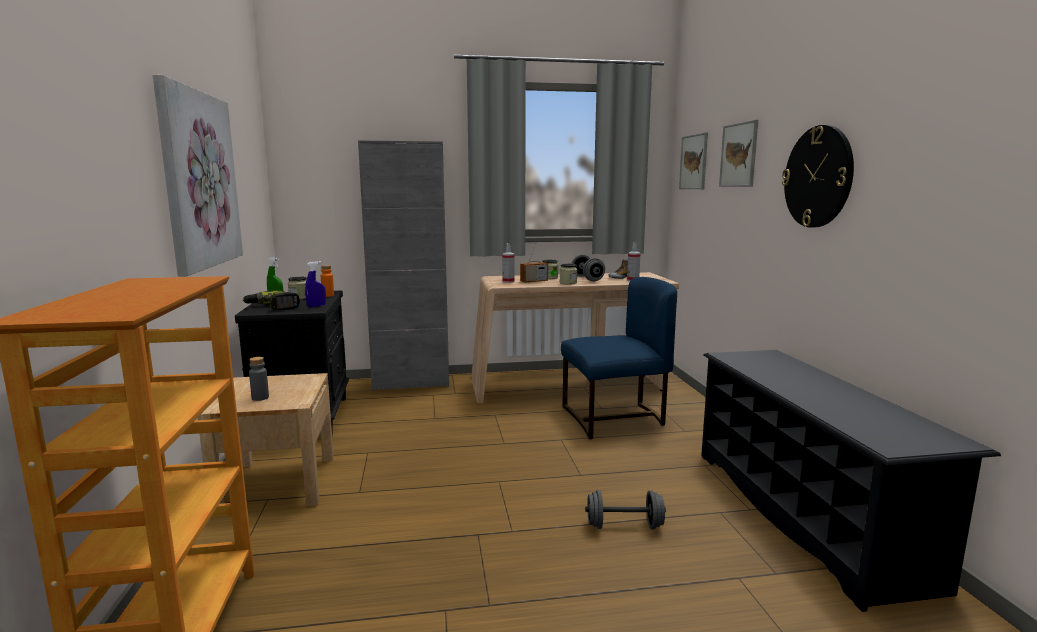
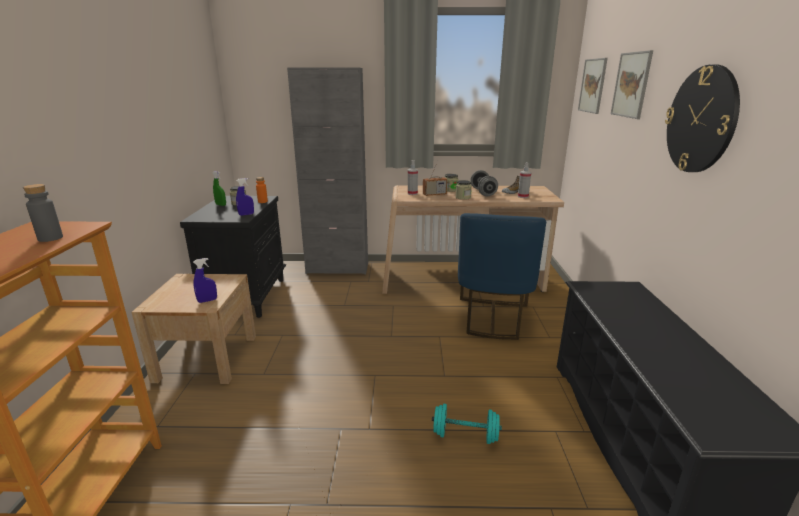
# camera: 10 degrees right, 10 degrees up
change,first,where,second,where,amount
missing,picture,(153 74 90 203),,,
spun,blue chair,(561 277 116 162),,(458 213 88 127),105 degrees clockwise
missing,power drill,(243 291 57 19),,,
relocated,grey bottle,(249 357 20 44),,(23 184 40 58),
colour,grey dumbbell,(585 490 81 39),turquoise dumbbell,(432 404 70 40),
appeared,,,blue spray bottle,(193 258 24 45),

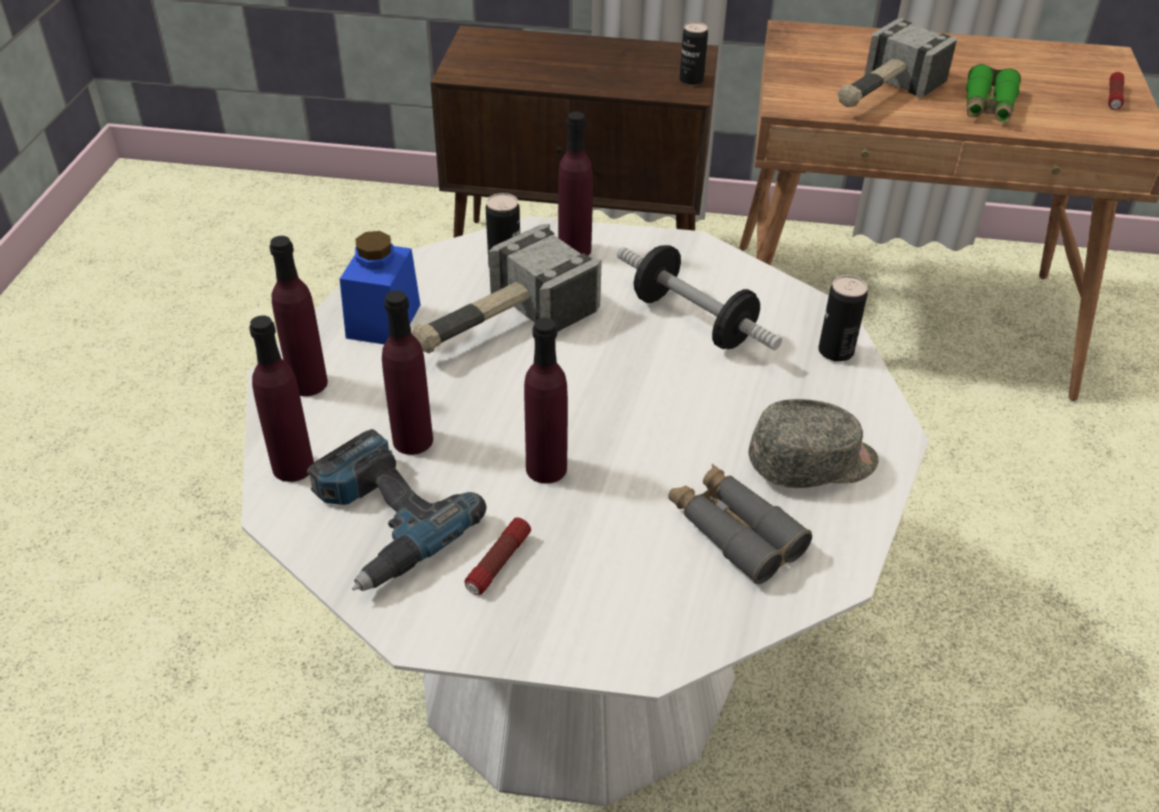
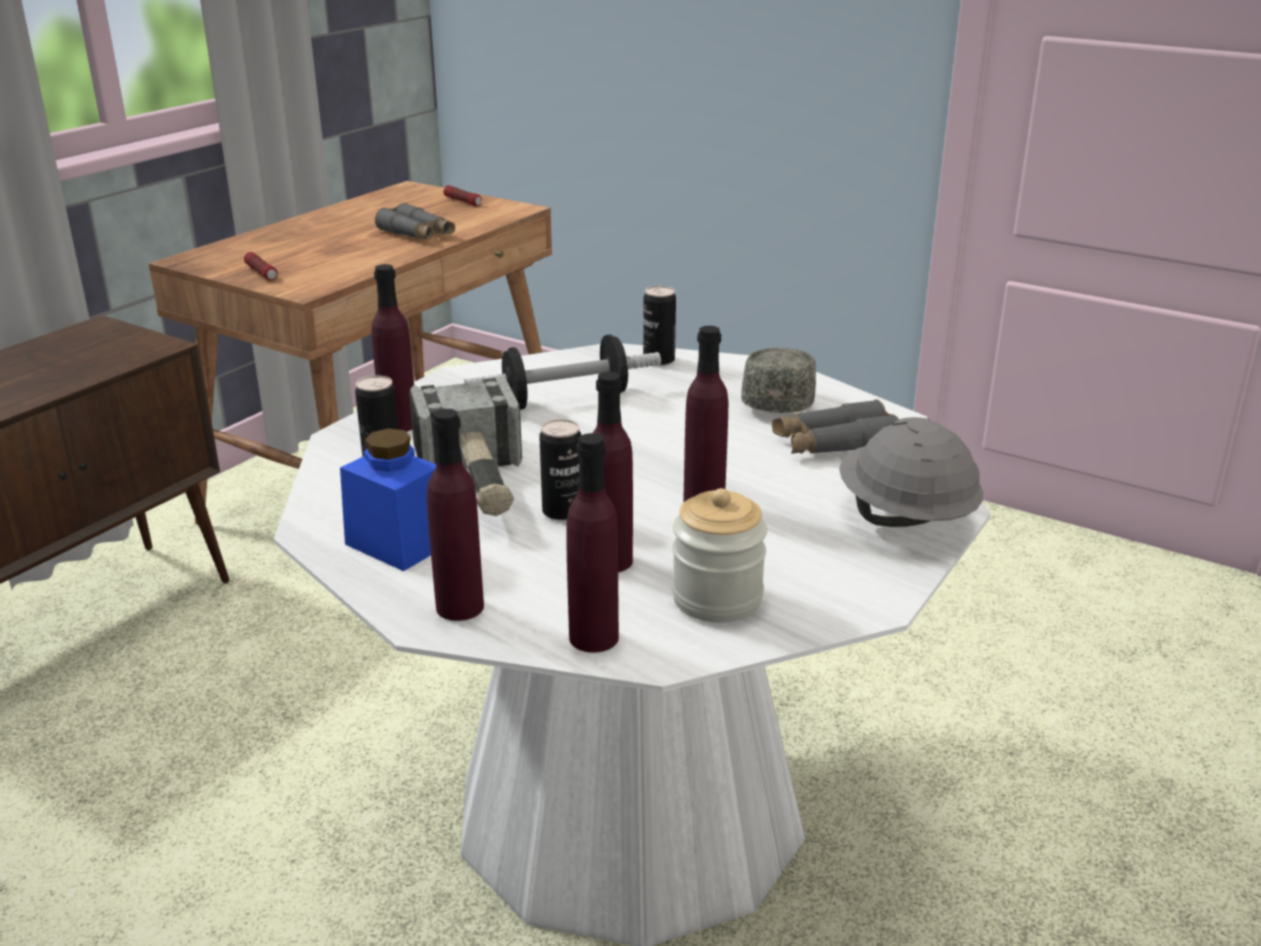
# camera: 65 degrees left, 15 degrees down
change,first,where,second,where,amount
missing,hammer,(837 18 120 89),,,
relocated,can,(680 22 28 64),,(539 419 42 102),
colour,green binoculars,(966 64 55 59),grey binoculars,(375 203 80 37),
exchanged,power drill,(307 429 180 162),jar,(672 488 95 134),
relocated,flashlight,(465 517 66 78),,(244 252 34 28),
appeared,,,grey hard hat,(839 417 144 110),

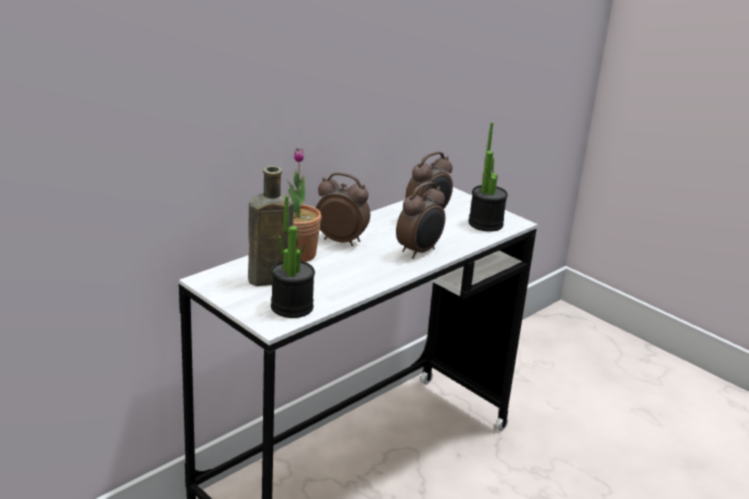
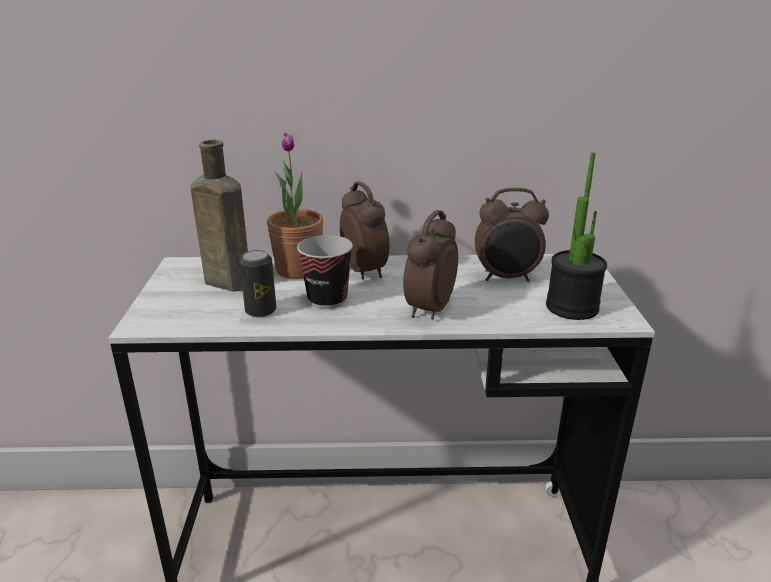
# camera: 45 degrees right, 0 degrees up
change,first,where,second,where,amount
spun,alarm clock,(396 182 49 77),,(403 210 55 110),120 degrees clockwise
missing,potted plant,(271 196 44 122),,,
appeared,,,cup,(297 235 56 74),
appeared,,,can,(239 250 37 67),

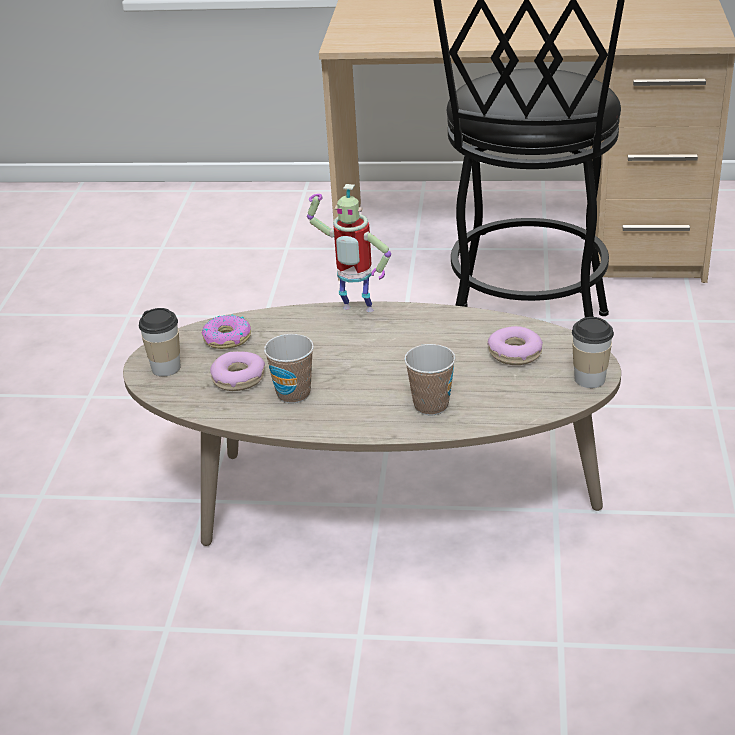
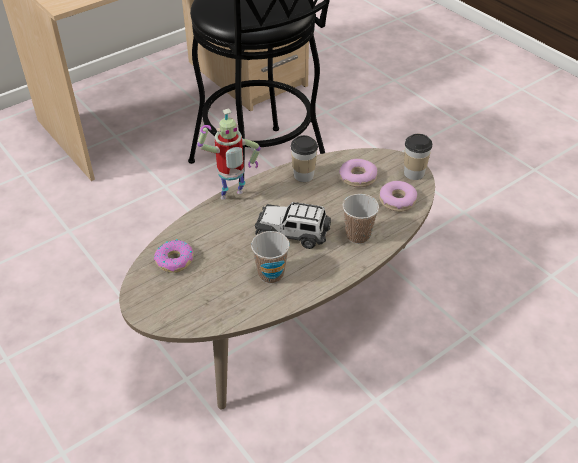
# camera: 45 degrees left, 10 degrees up
change,first,where,second,where,amount
relocated,cup,(139 308 42 68),,(291 135 27 47),
relocated,donut,(210 351 55 40),,(379 181 38 31),
appeared,,,toy car,(255 202 76 47),

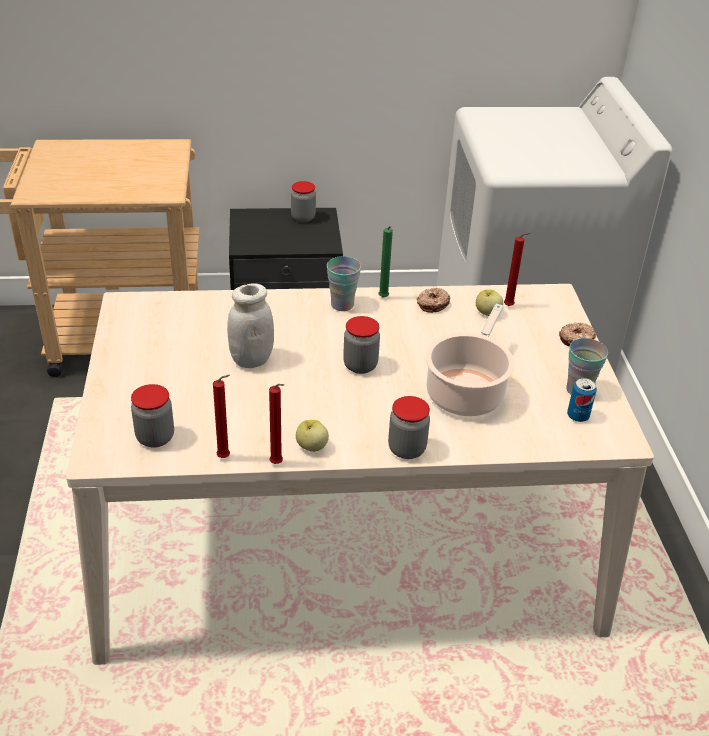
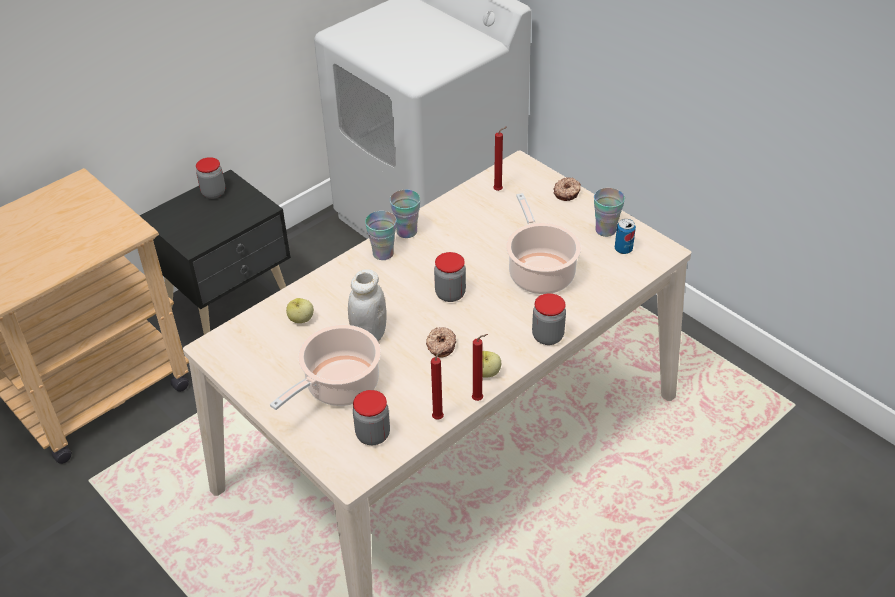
# camera: 35 degrees left, 5 degrees up
change,first,where,second,where,amount
exchanged,green candle,(378 226 15 72),cup,(390 190 30 48),
relocated,donut,(417 288 33 25),,(426 327 30 31),
relocated,apple,(476 290 27 26),,(286 298 28 25),
appeared,,,cooking pot,(270 325 111 85),

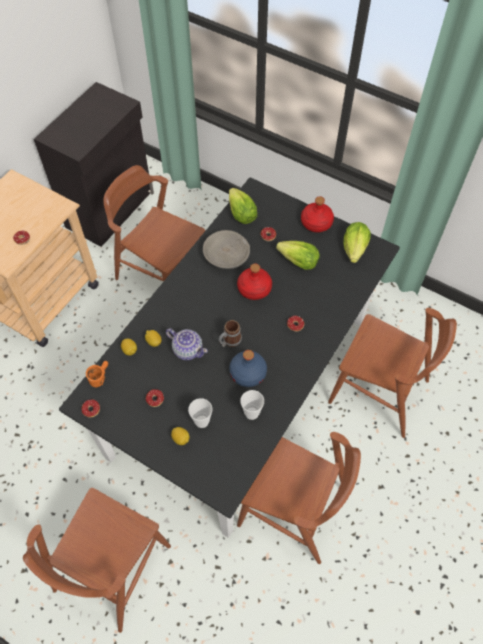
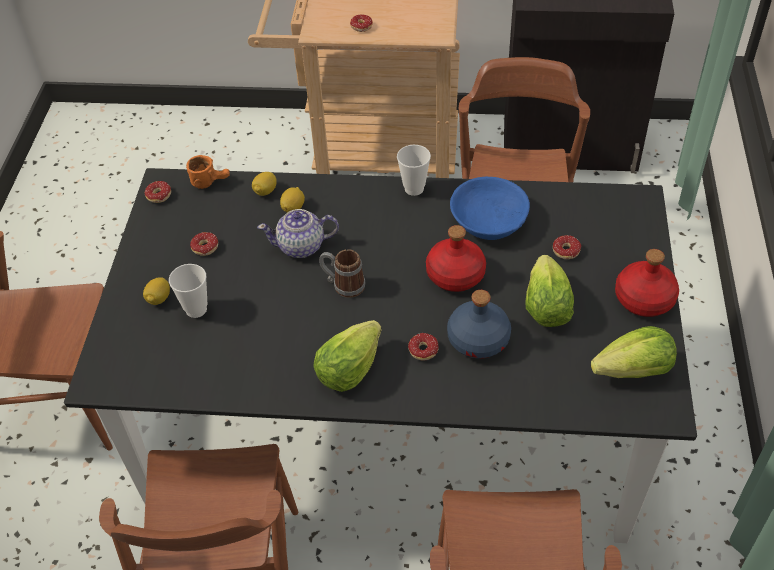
# camera: 65 degrees right, 10 degrees down
change,first,where,second,where,amount
relocated,lettuce,(229 188 28 36),,(313 320 69 72),
colour,grey bowl,(203 230 47 39),blue bowl,(450 177 80 63),
spun,teapot,(166 328 42 32),,(257 209 82 49),75 degrees clockwise
relocated,blue bottle,(229 350 38 37),,(447 290 64 69),
relocated,cup,(240 390 24 30),,(397 145 34 51),

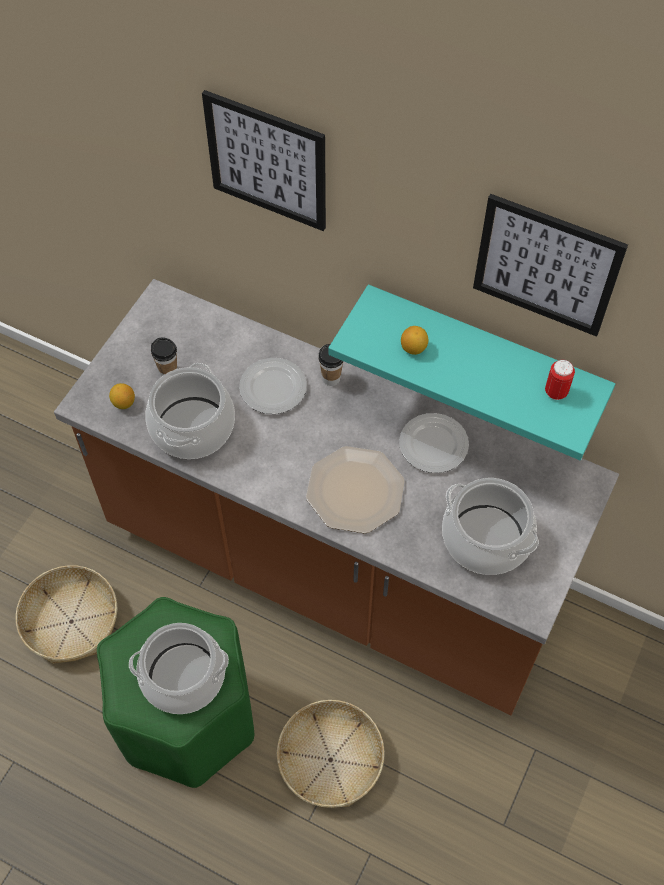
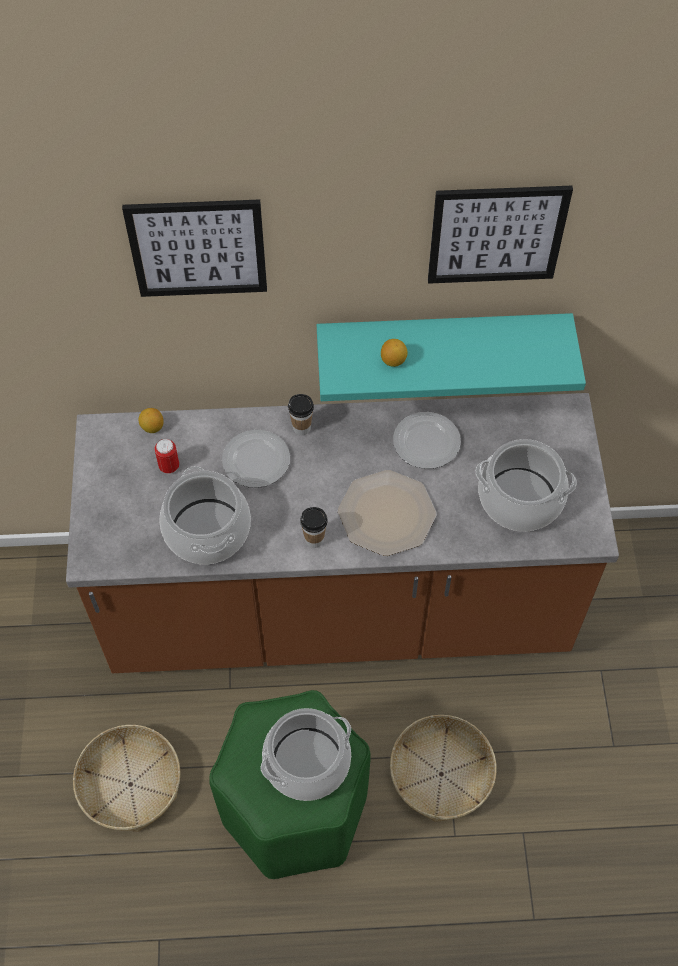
# camera: 30 degrees left, 0 degrees up
change,first,where,second,where,amount
relocated,cup,(151 338 26 39),,(300 507 27 41),
relocated,can,(545 359 30 41),,(155 439 24 35),
relocated,lemon,(109 383 26 26),,(139 408 24 25),

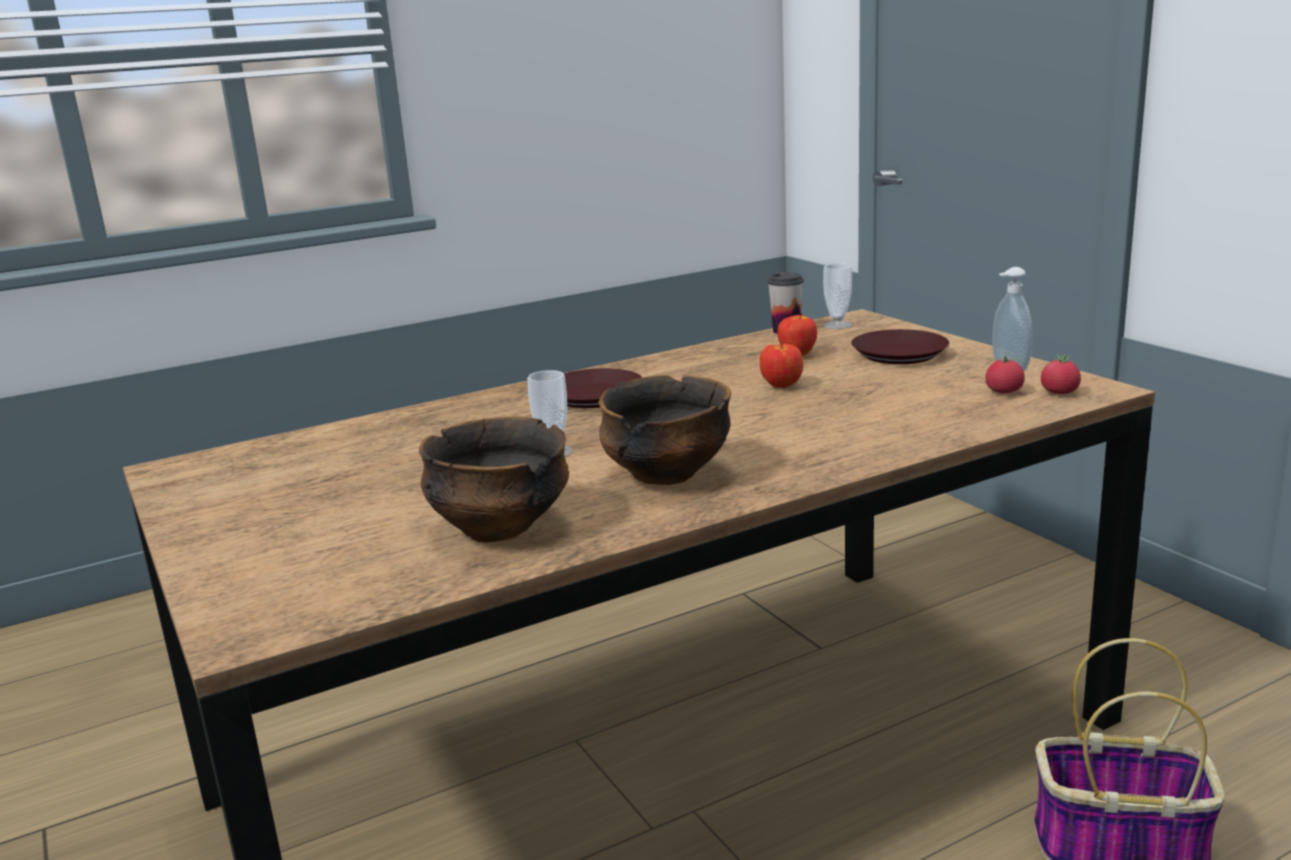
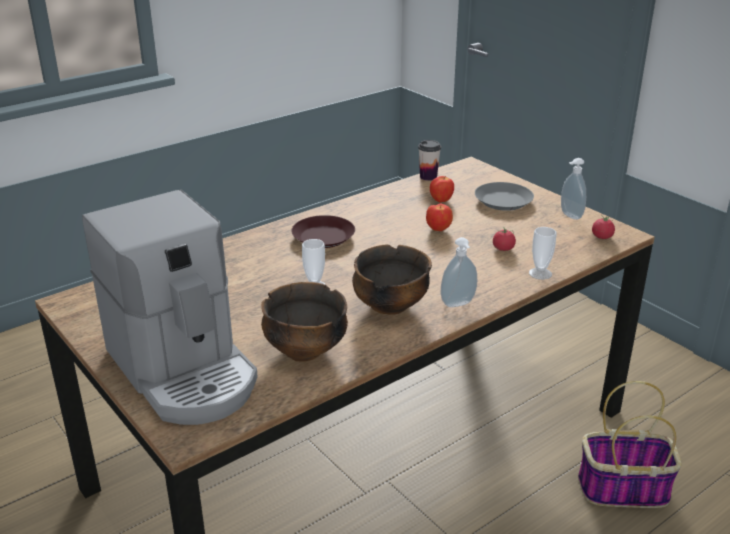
# camera: 10 degrees left, 10 degrees up
change,first,where,second,where,amount
relocated,cup,(823 263 29 66),,(529 227 27 53),
colour,brown plate,(851 329 98 35),grey plate,(475 182 59 29),
relocated,tomato,(985 354 40 39),,(493 227 23 24),
appeared,,,coffee machine,(82 189 176 236),
appeared,,,soap dispenser,(441 237 36 70),

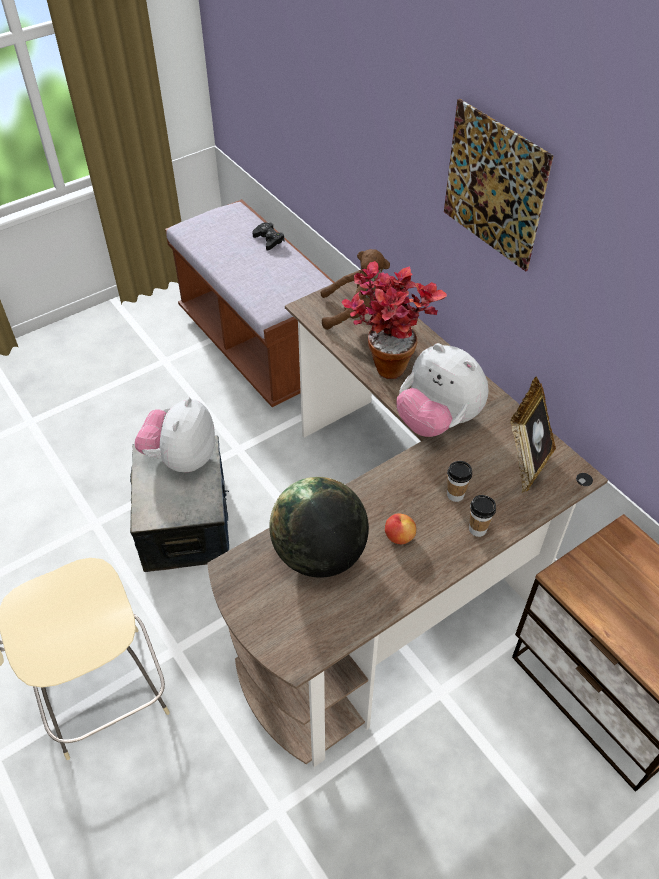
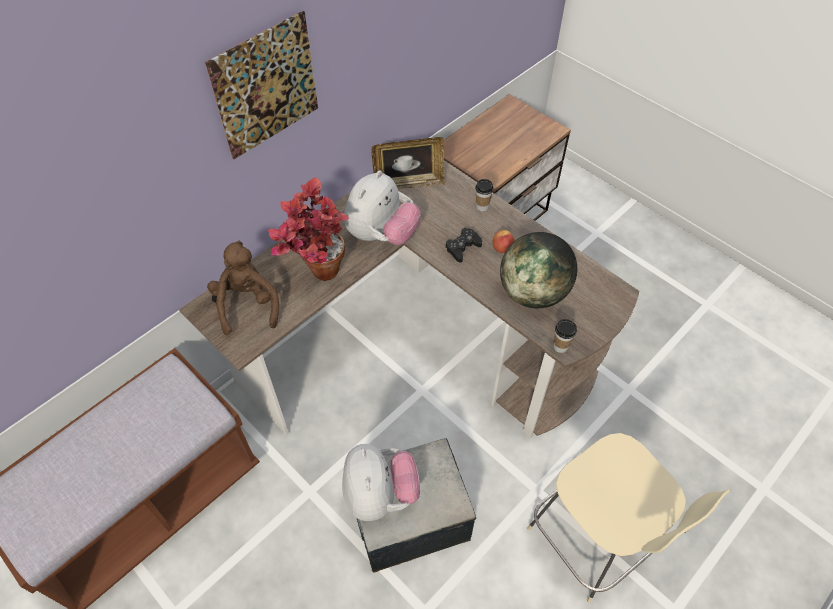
# camera: 100 degrees left, 5 degrees up
change,first,where,second,where,amount
relocated,black game controller,(252 222 33 28),,(445 228 37 35),
spun,plush toy,(134 398 81 74),,(342 444 78 77),105 degrees counterclockwise
relocated,cup,(447 461 25 41),,(553 319 24 34),

